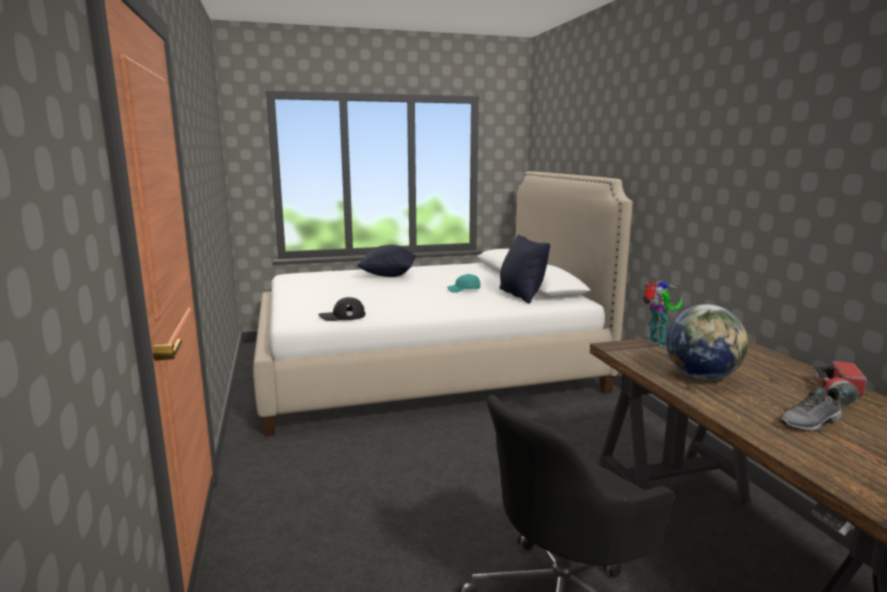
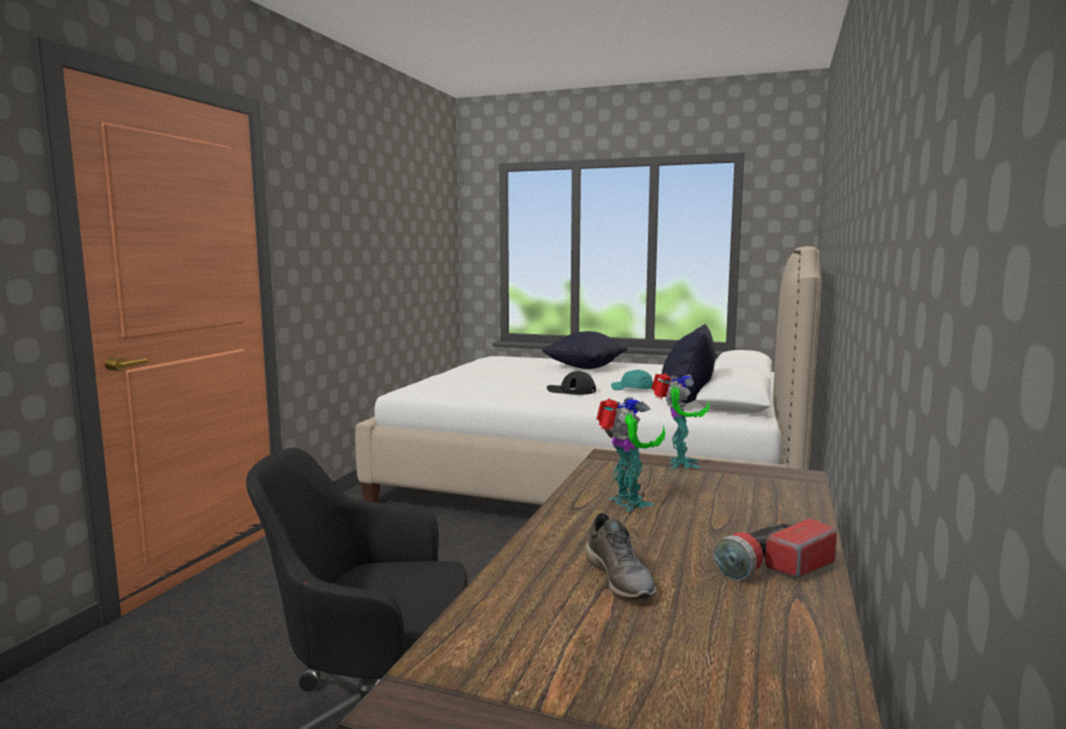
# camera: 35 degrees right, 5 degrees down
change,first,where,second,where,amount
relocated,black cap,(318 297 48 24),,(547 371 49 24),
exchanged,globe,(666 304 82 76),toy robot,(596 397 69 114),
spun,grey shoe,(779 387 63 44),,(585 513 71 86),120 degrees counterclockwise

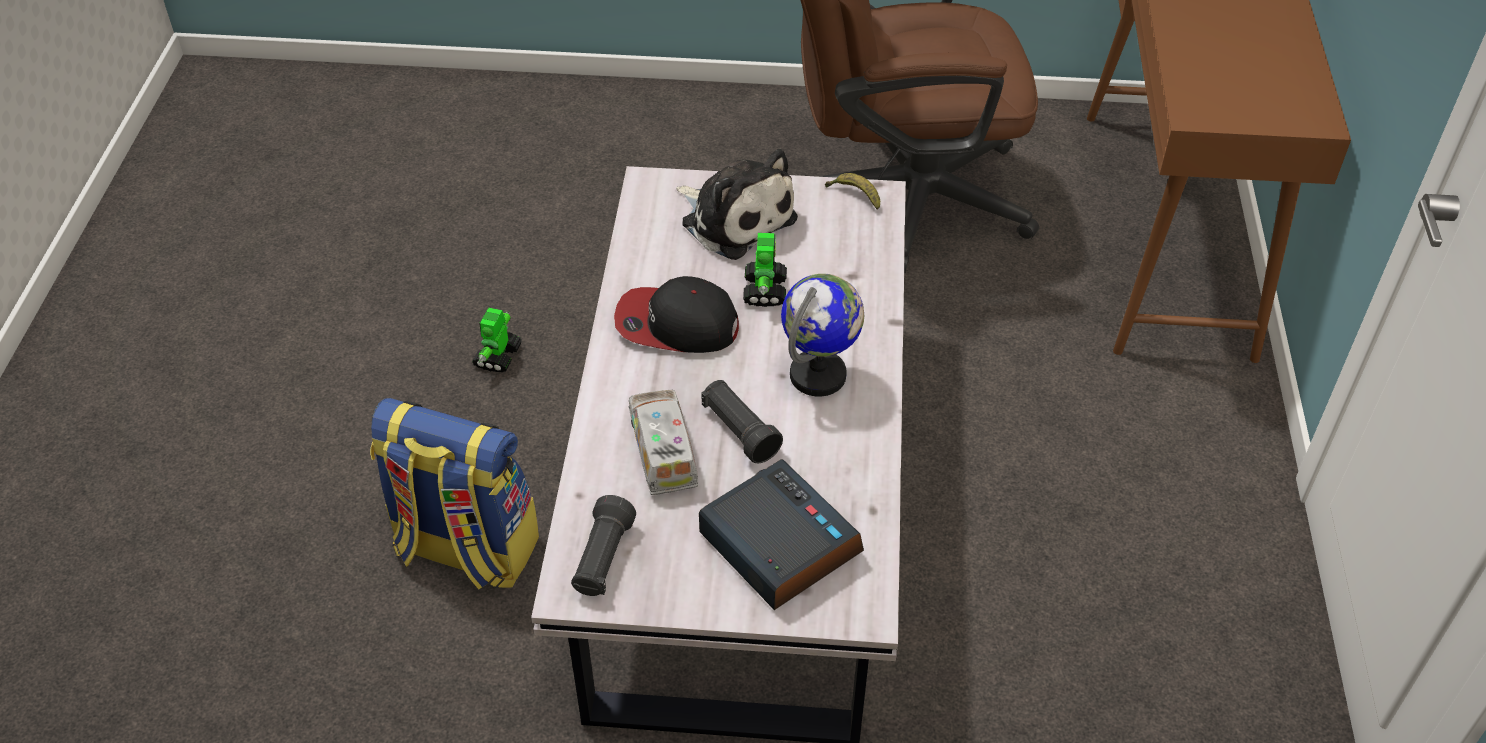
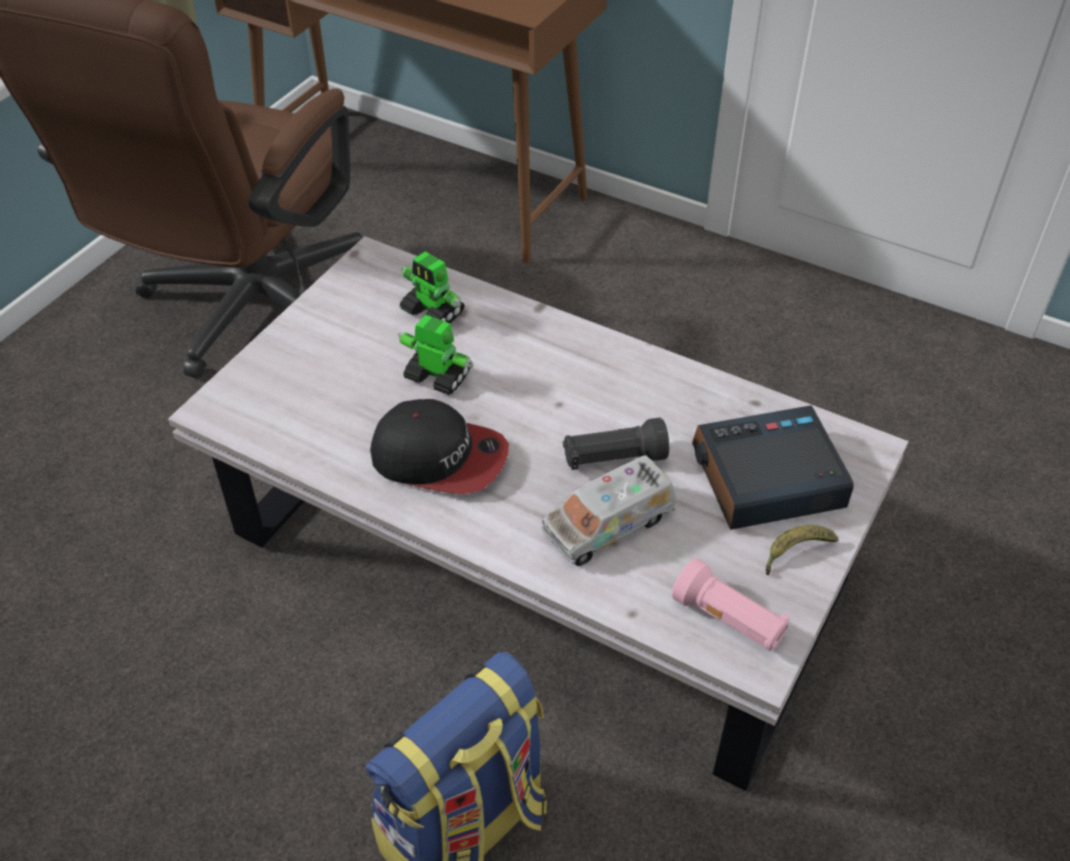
# camera: 65 degrees left, 0 degrees up
change,first,where,second,where,amount
missing,plush toy,(676 149 122 111),,,
relocated,banana,(825 173 55 37),,(766 525 73 50),
missing,globe,(781 274 84 123),,,
spun,cap,(614 276 125 77),,(370 399 139 95),105 degrees counterclockwise
relocated,toy robot,(472 308 50 64),,(400 251 65 72),
spun,toy truck,(629 390 70 105),,(541 455 135 111),45 degrees counterclockwise
colour,black flashlight,(571 495 65 101),pink flashlight,(672 559 117 92),

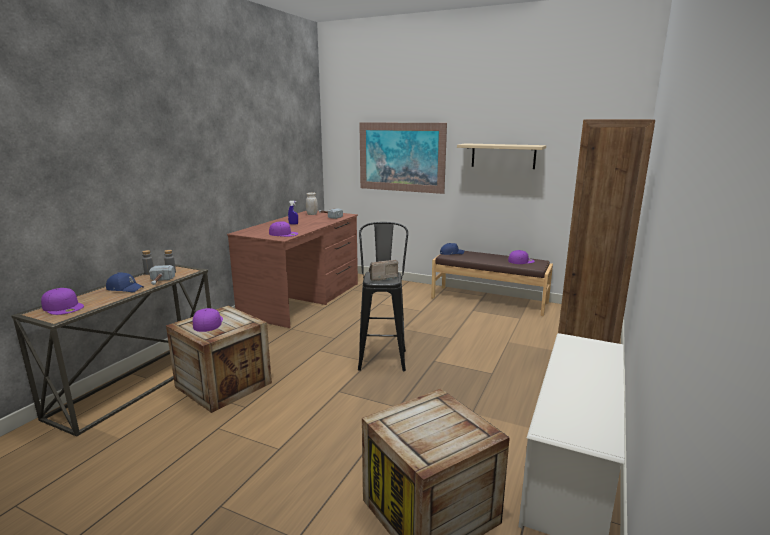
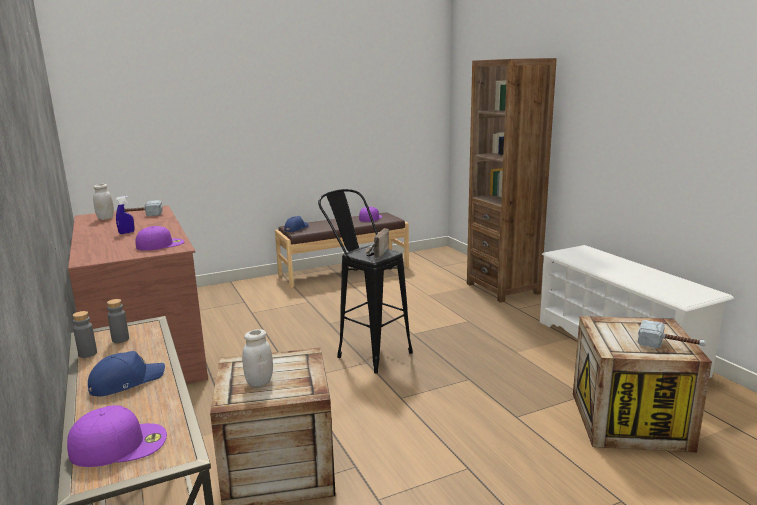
# camera: 50 degrees left, 0 degrees up
change,first,where,second,where,amount
missing,picture,(359 122 88 72),,,
missing,beige shelf,(457 143 89 26),,,
relocated,hammer,(149 265 26 20),,(638 320 68 28),
exchanged,purple cap,(193 308 30 24),white jar,(242 329 31 58),

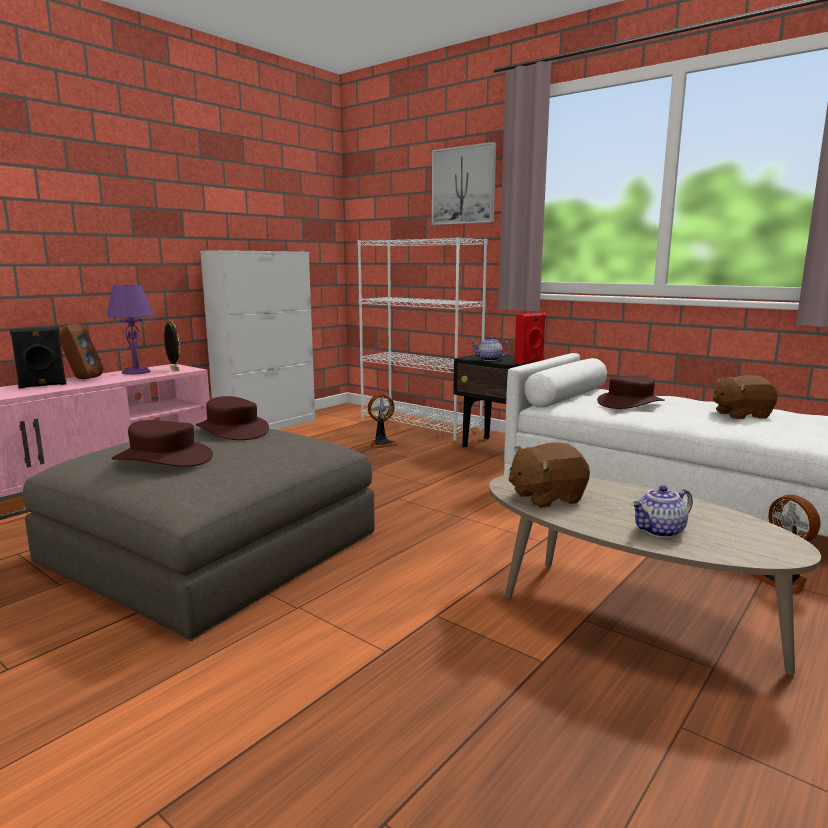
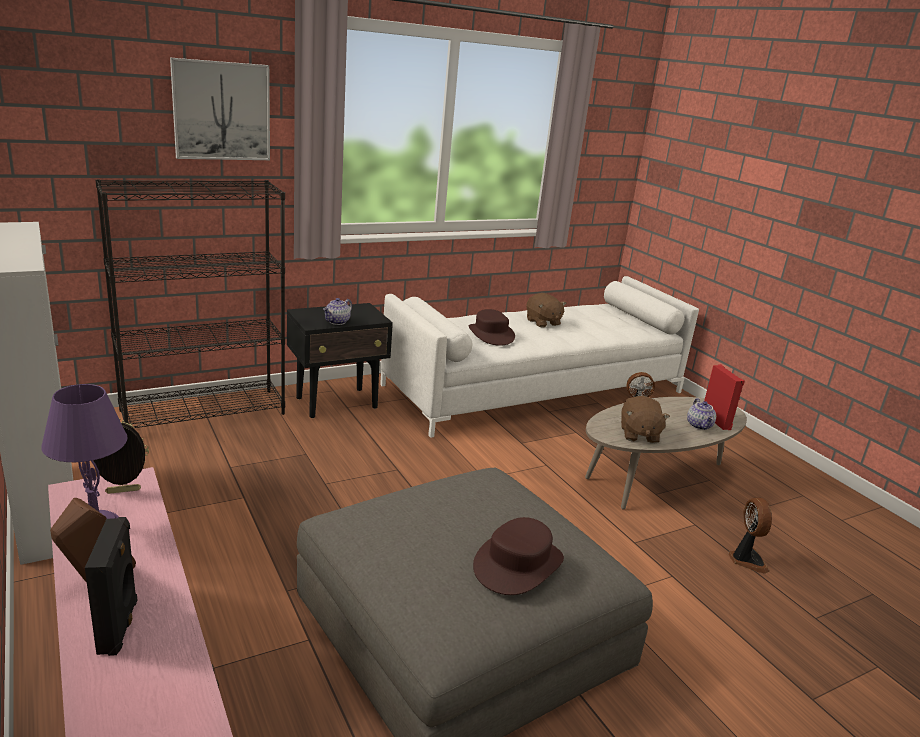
# camera: 70 degrees left, 10 degrees up
change,first,where,second,where,amount
colour,white bookcase,(358 237 129 204),black bookcase,(95 179 190 249),
relocated,red speaker,(514 313 32 51),,(704 364 41 66),
spun,brown plush toy,(713 375 65 44),,(526 293 40 35),45 degrees counterclockwise
relocated,fan,(368 394 31 55),,(728 498 44 75),
missing,brown hat,(196 396 73 44),,,

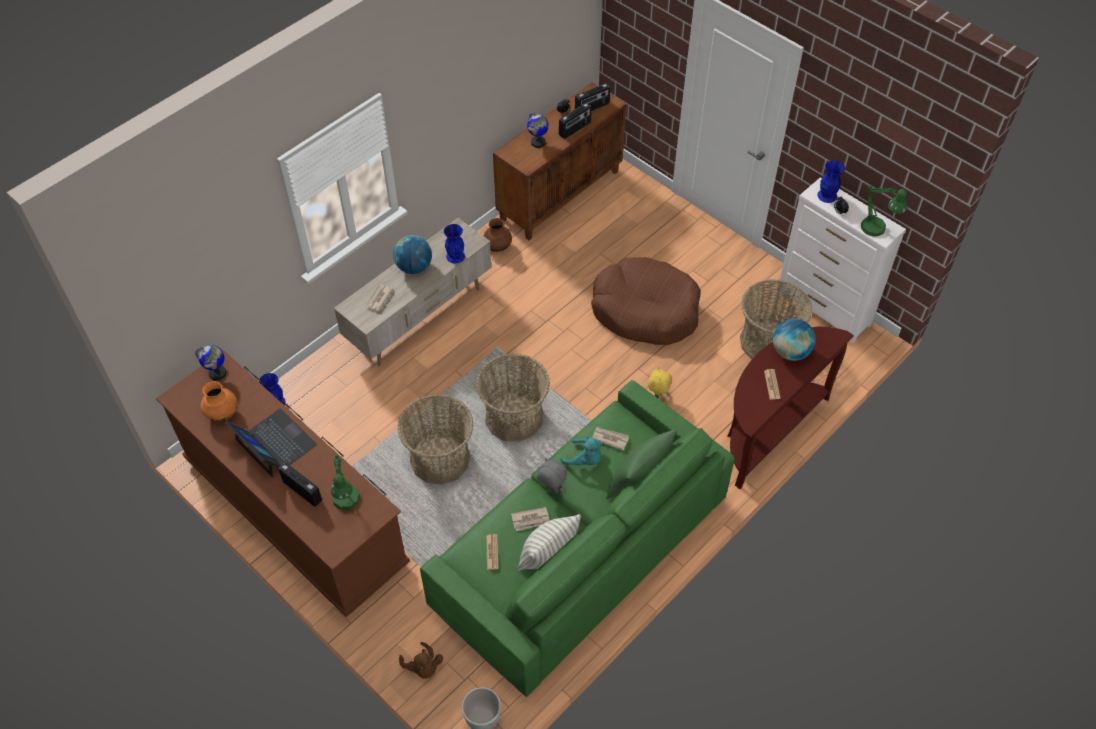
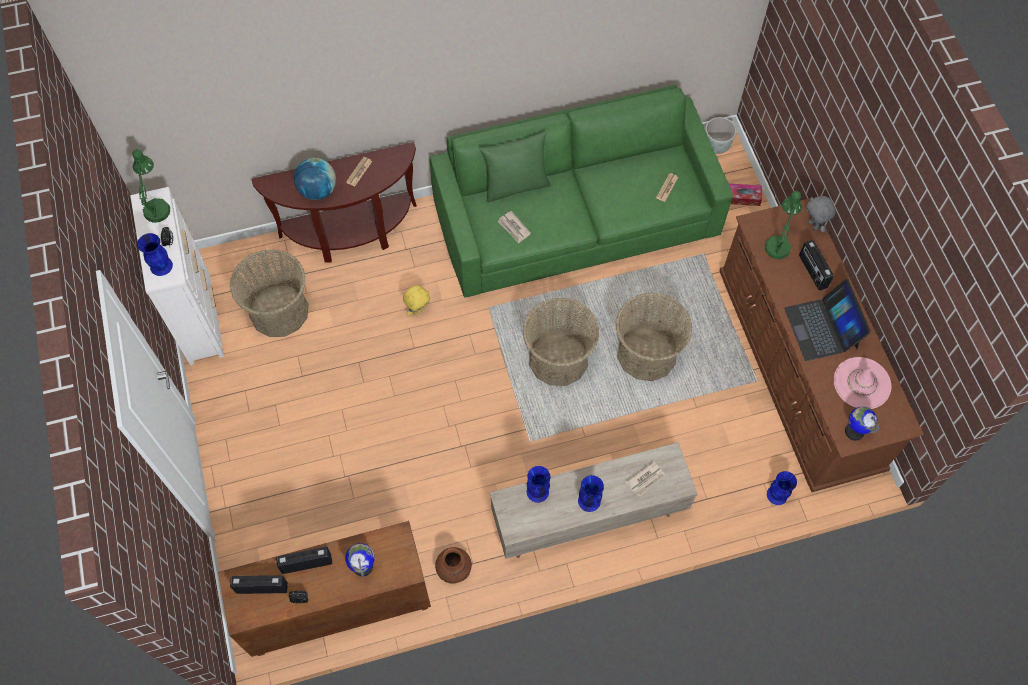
# camera: 150 degrees left, 10 degrees up
change,first,where,second,where,amount
exchanged,globe,(393 235 39 39),blue vase,(578 475 26 37),
missing,brown dog bed,(591 257 110 88),,,
exchanged,orange vase,(200 381 37 40),pink hat,(834 357 57 52),
missing,turquoise plush toy,(561 436 40 29),,,
relocated,grey plush toy,(537 458 30 36),,(806 196 30 36),
missing,newspaper,(511 507 39 24),,,
missing,pillow,(517 514 64 57),,,
exchanged,brown plush toy,(399 642 44 37),tissue box,(729 184 33 22),

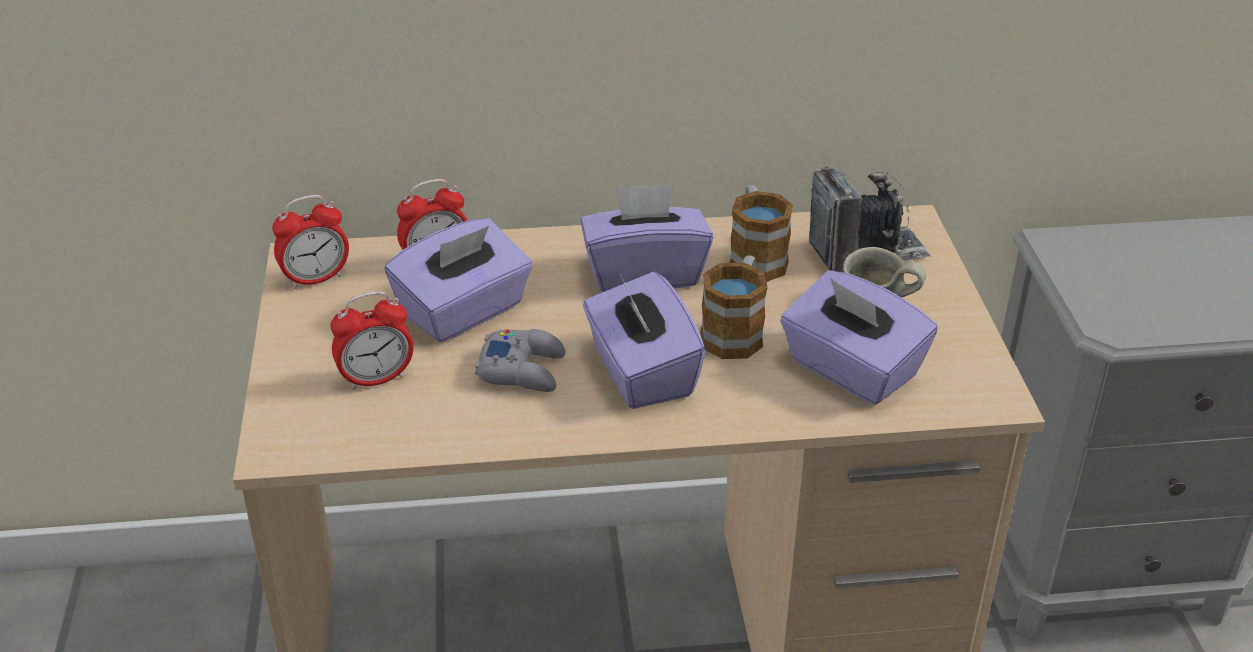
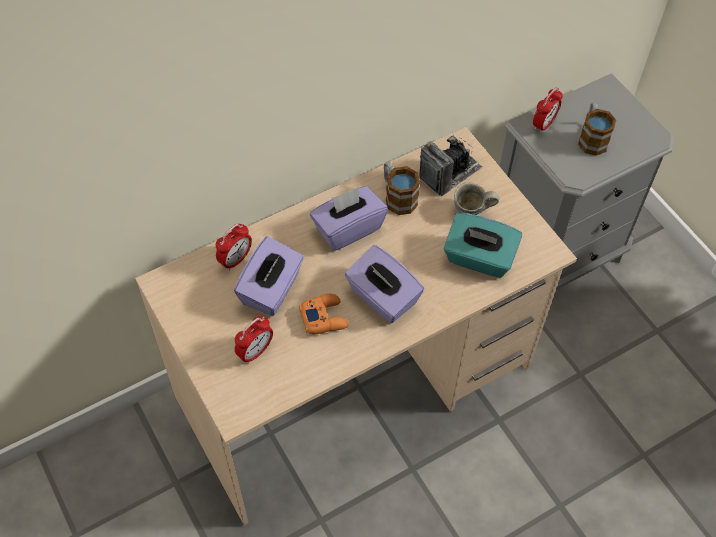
# camera: 25 degrees left, 20 degrees up
change,first,where,second,where,amount
relocated,alarm clock,(272 195 77 94),,(533 88 30 45),
relocated,mug,(700 256 68 103),,(578 102 38 54),
colour,purple tissue box,(780 270 157 135),turquoise tissue box,(444 213 78 65),
colour,grey game controller,(475 329 90 63),orange game controller,(299 294 49 41),

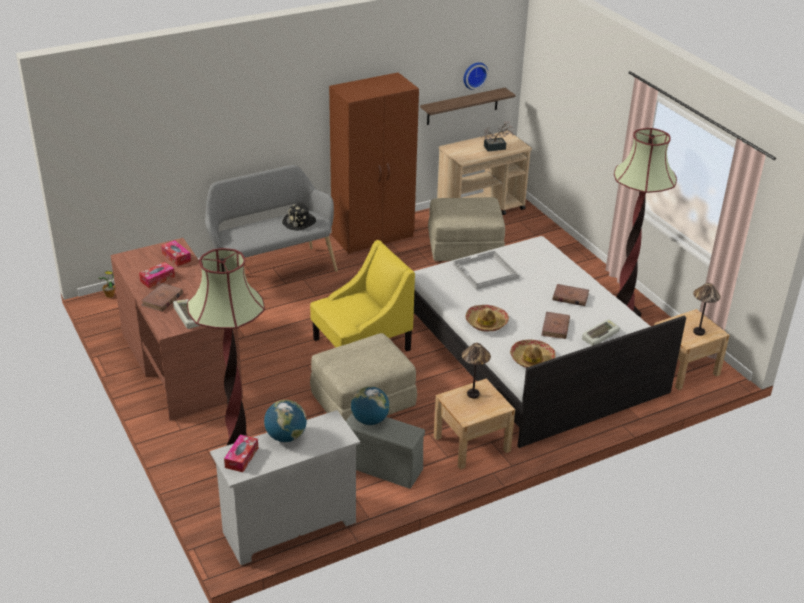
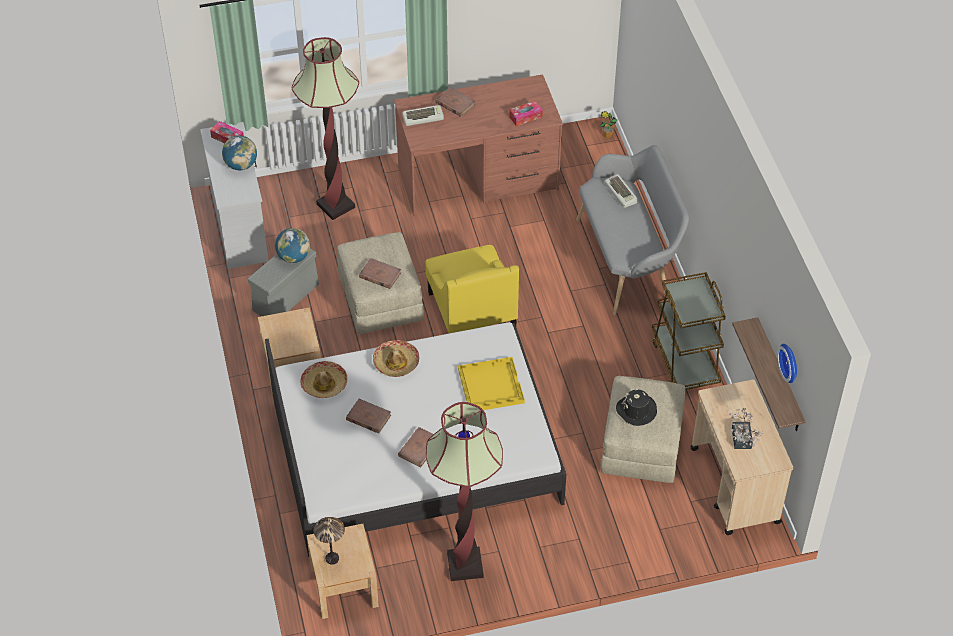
# camera: 105 degrees right, 15 degrees up
change,first,where,second,where,amount
exchanged,brown wardrobe,(329 73 90 181),brown cart,(652 272 74 118),
relocated,black hat,(282 204 34 27),,(616 388 41 38),
colour,white tray,(453 251 66 39),yellow tray,(458 357 67 53),
missing,tissue box,(139 262 36 26),,,
relocated,keyboard,(582 319 38 27),,(605 174 32 34),
missing,table lamp,(462 343 29 55),,,
appeared,,,brown book,(359 258 42 31),

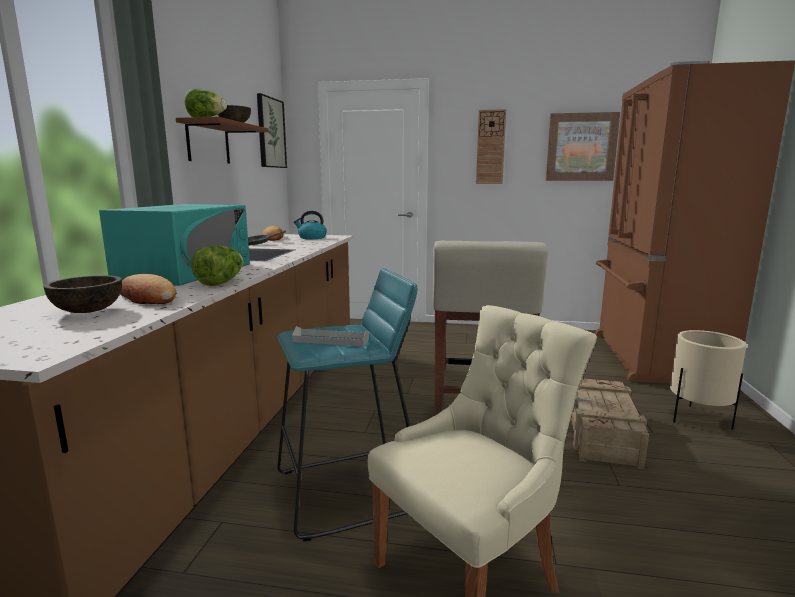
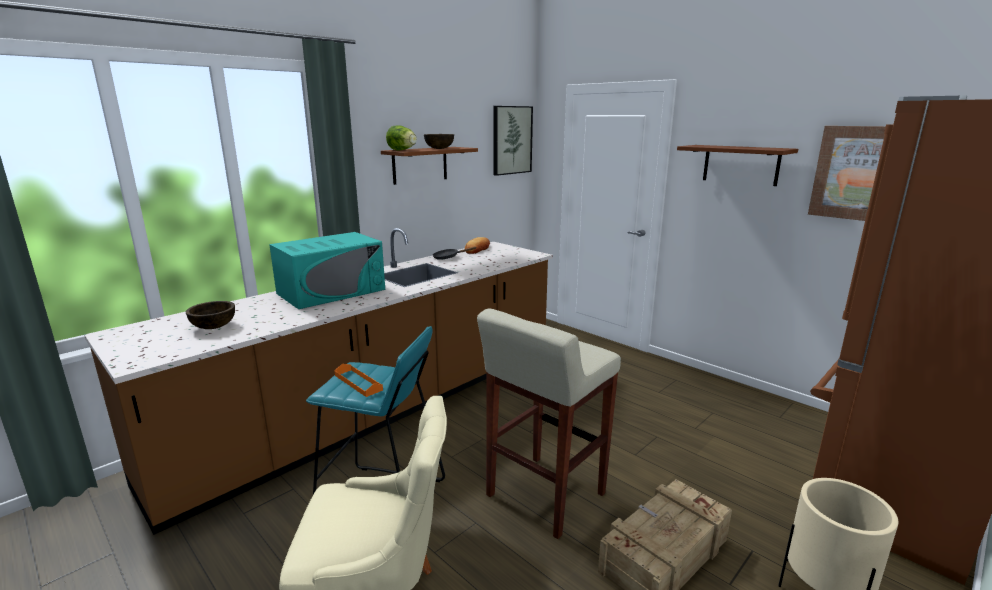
# camera: 35 degrees right, 5 degrees up
change,first,where,second,where,amount
exchanged,wall clock,(476 109 30 75),brown shelf,(677 145 121 41),
missing,kettle,(294 211 33 28),,,
missing,lettuce,(191 245 52 41),,,
missing,bread,(120 274 56 30),,,
colour,grey tray,(292 326 77 20),orange tray,(334 364 49 33),

